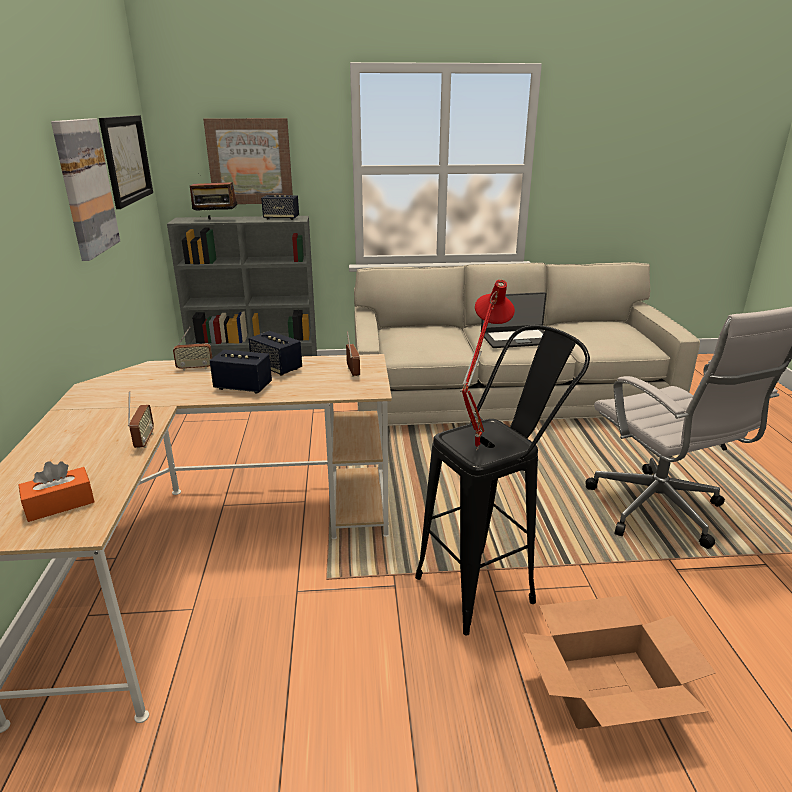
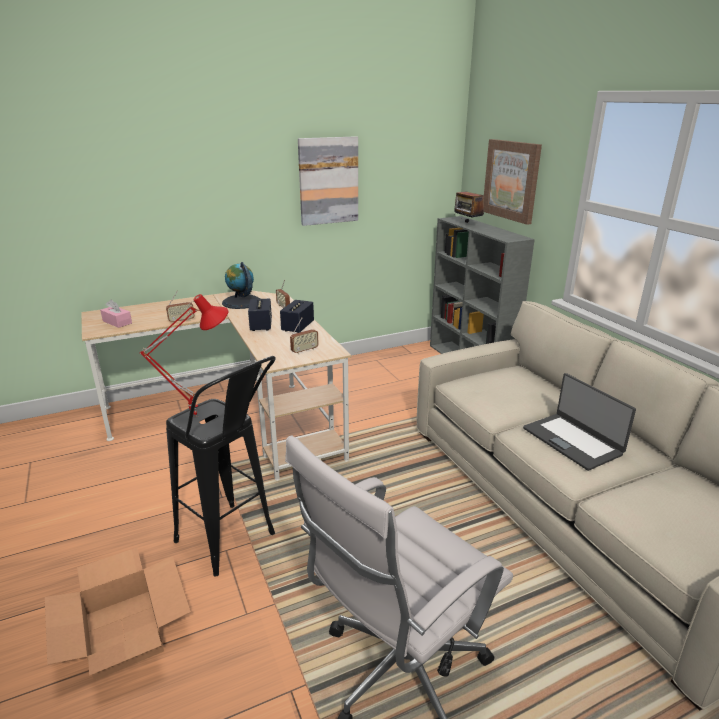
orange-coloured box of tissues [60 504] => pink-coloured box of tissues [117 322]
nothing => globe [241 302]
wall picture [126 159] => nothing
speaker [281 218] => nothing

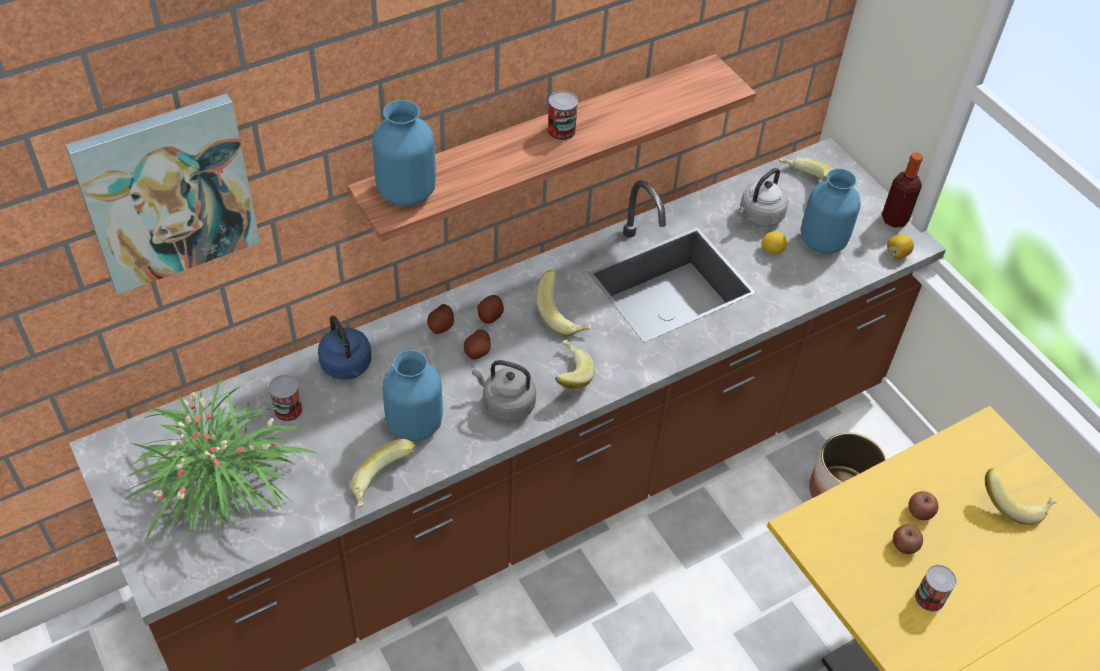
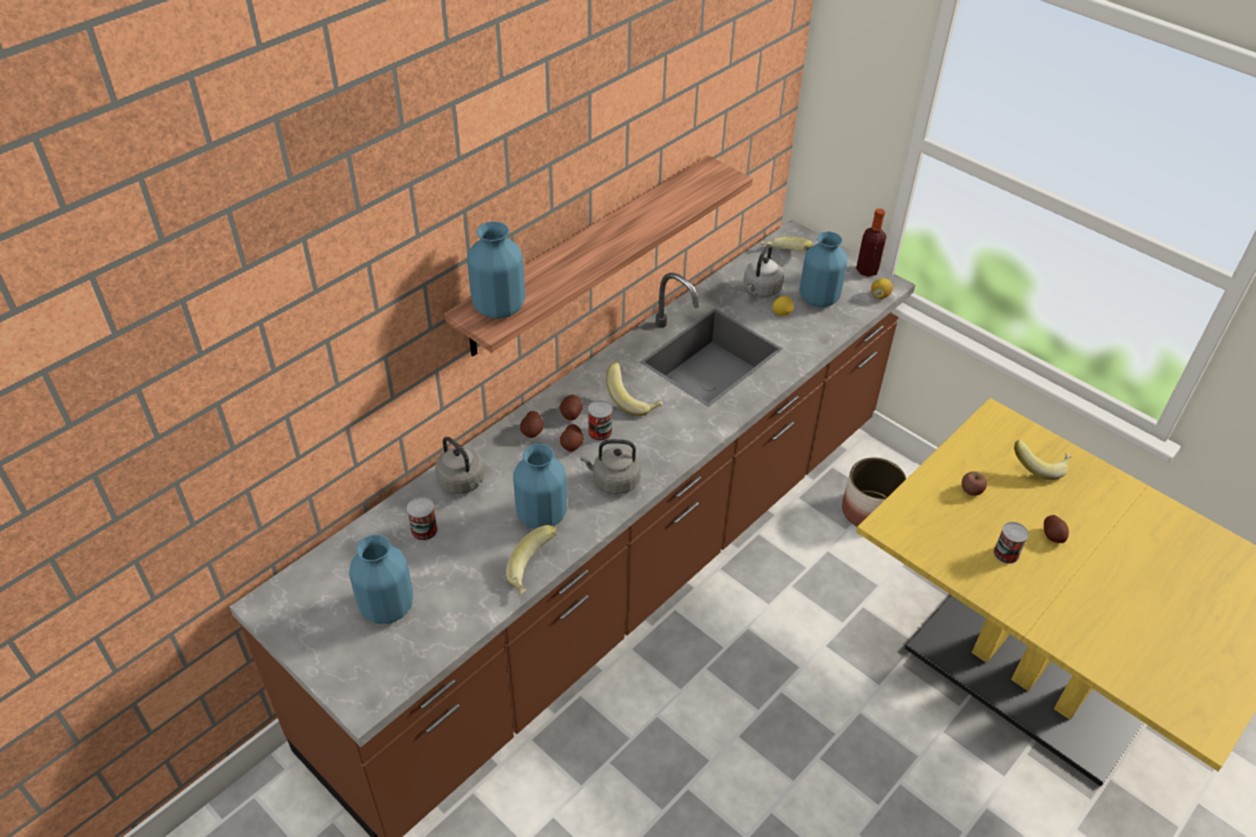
potted plant [221 484] => bluish decorative vase [387 606]
bluish tea kettle [347 367] => greyish tea kettle [463 482]
can [561 131] => can [600 432], shifted
nothing => potato [1053 535]
wall picture [167 193] => nothing
banana [567 375] => nothing
apple [904 545] => nothing

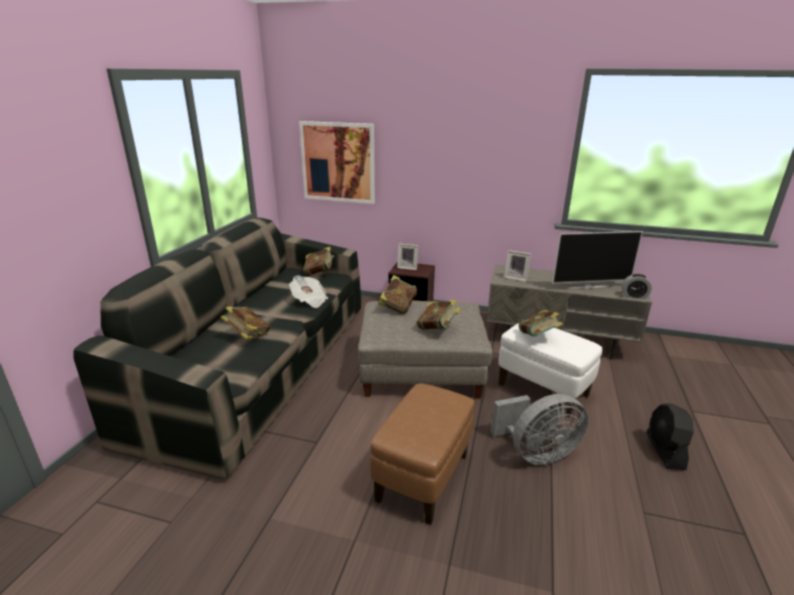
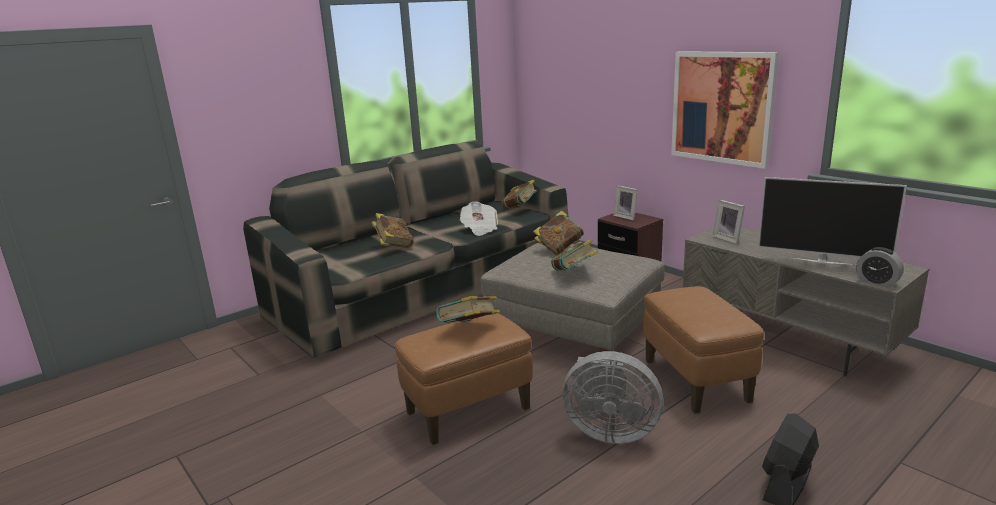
book [538 337] => book [469 330], shifted
whitish pouffe [543 390] => brownish pouffe [696 381]
wall picture [338 162] => wall picture [721 107], shifted

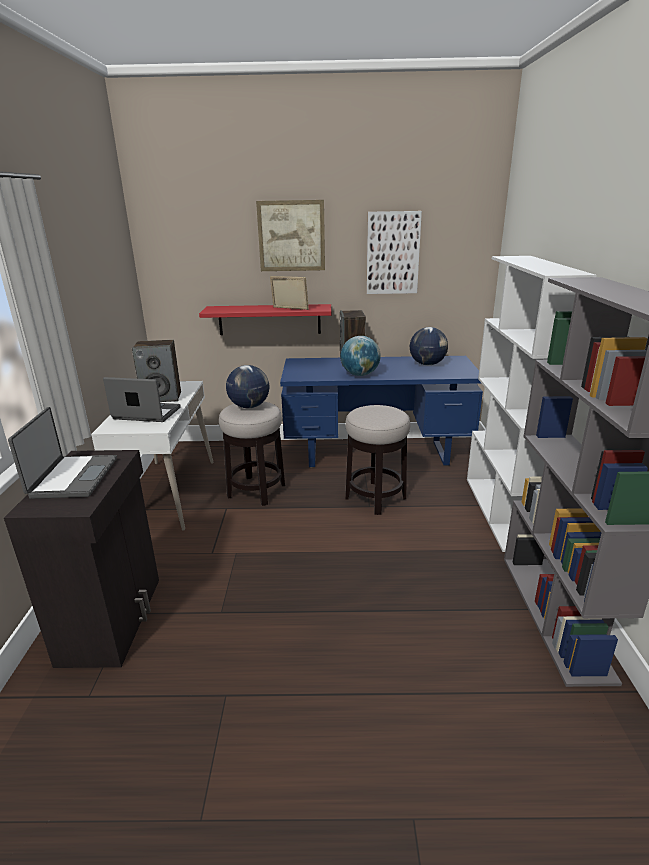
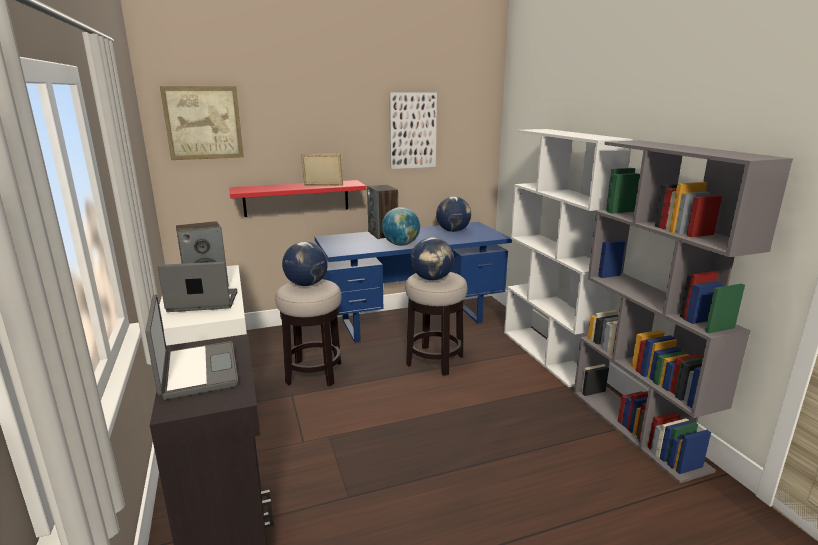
wall picture [291 236] => wall picture [203 123], shifted
nothing => globe [432 279]

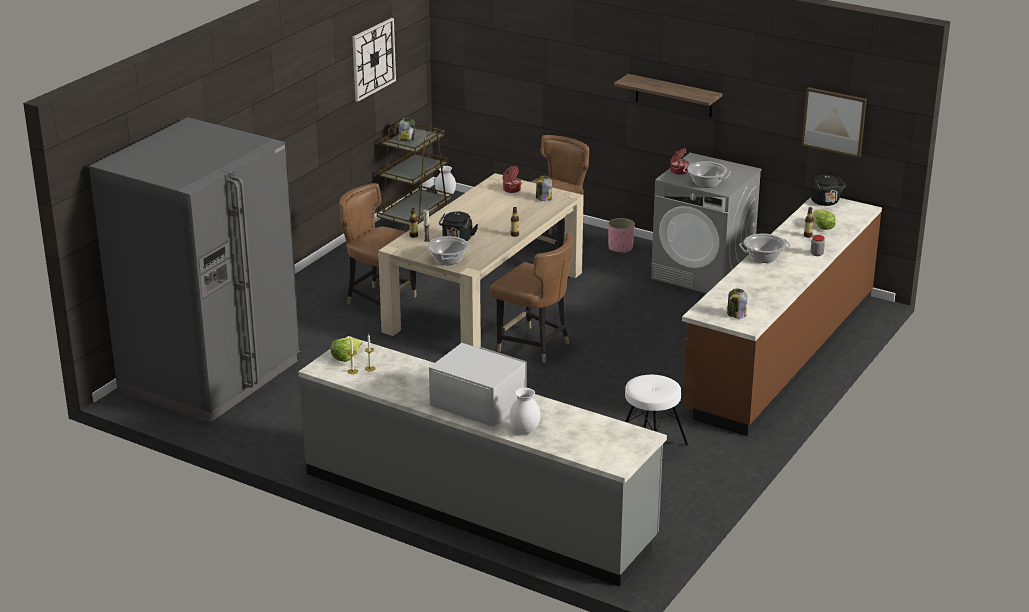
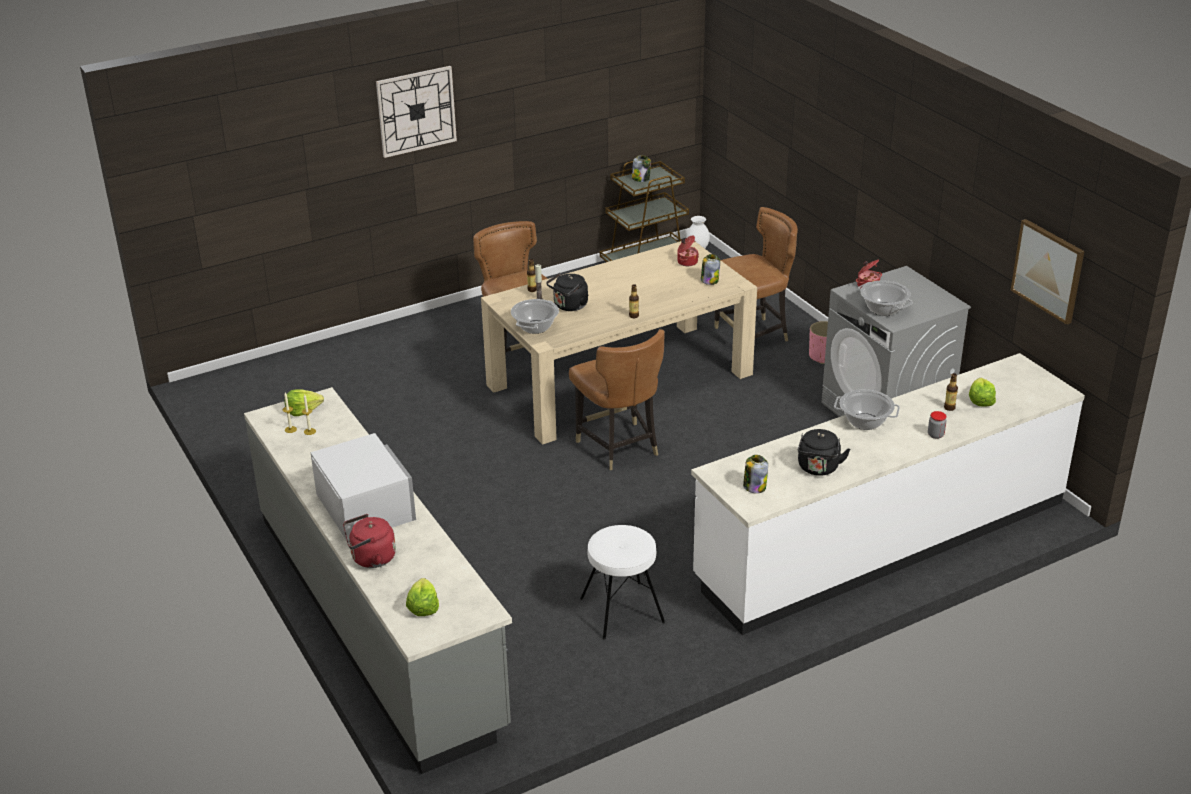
whitish decorative vase [524 431] => red tea kettle [370 558]
clock on the wall [373 59] => clock on the wall [416 111], shifted
nothing => lettuce head [423 607]
brownish kitchen counter [780 353] => whitish kitchen counter [881 540]
blackish tea kettle [826 202] => blackish tea kettle [818 468], shifted
greyish fridge [210 377] => nothing
wall shelf [674 96] => nothing

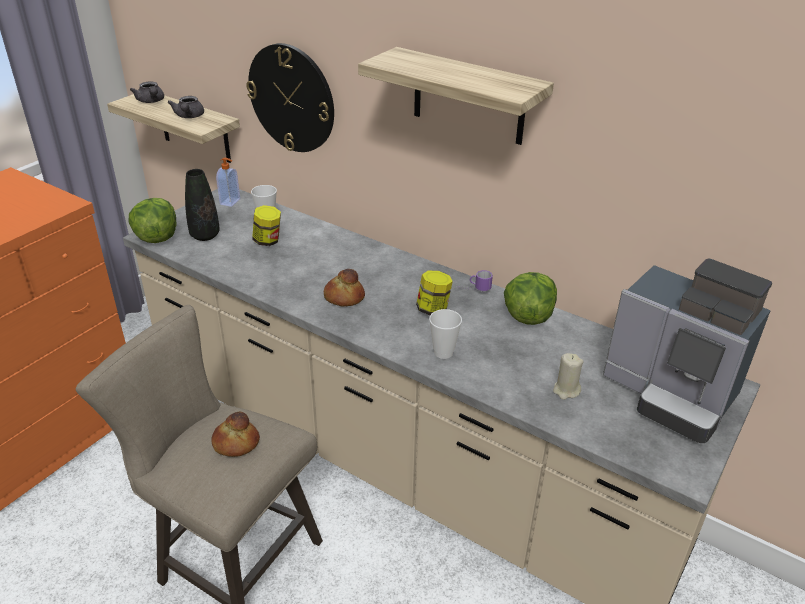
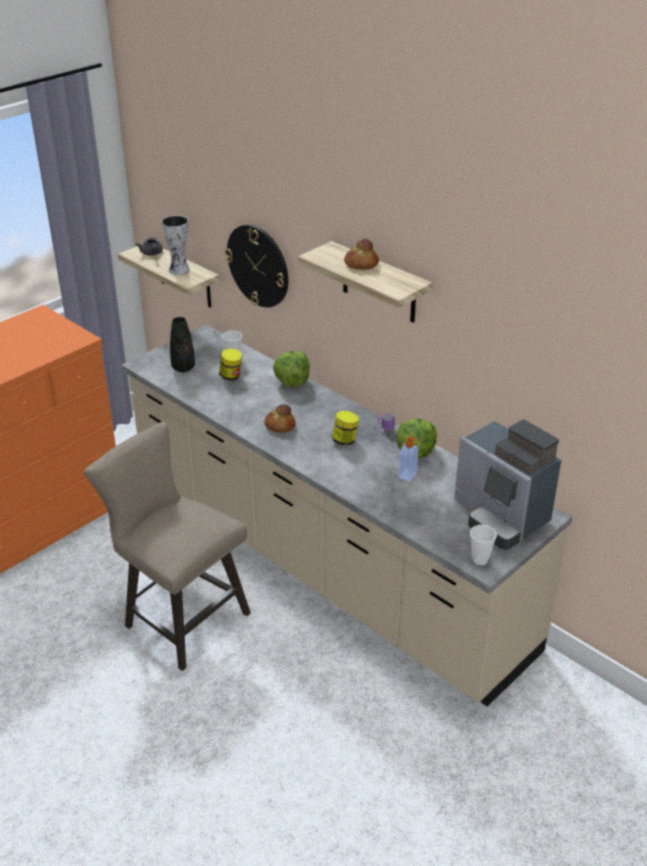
greyish pot for tea [189 116] => decorative vase [180 270]
lettuce head [157 237] => lettuce head [292 382], shifted
bread [235 443] => bread [361 264], shifted
soap dispenser [230 202] => soap dispenser [408 475], shifted
drinking cup [443 352] => drinking cup [480 559], shifted
beige candle [566 390] => nothing

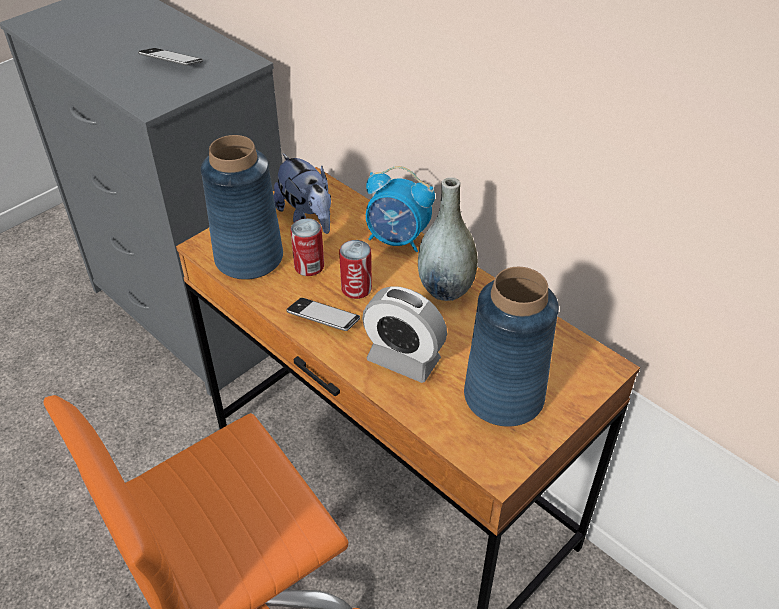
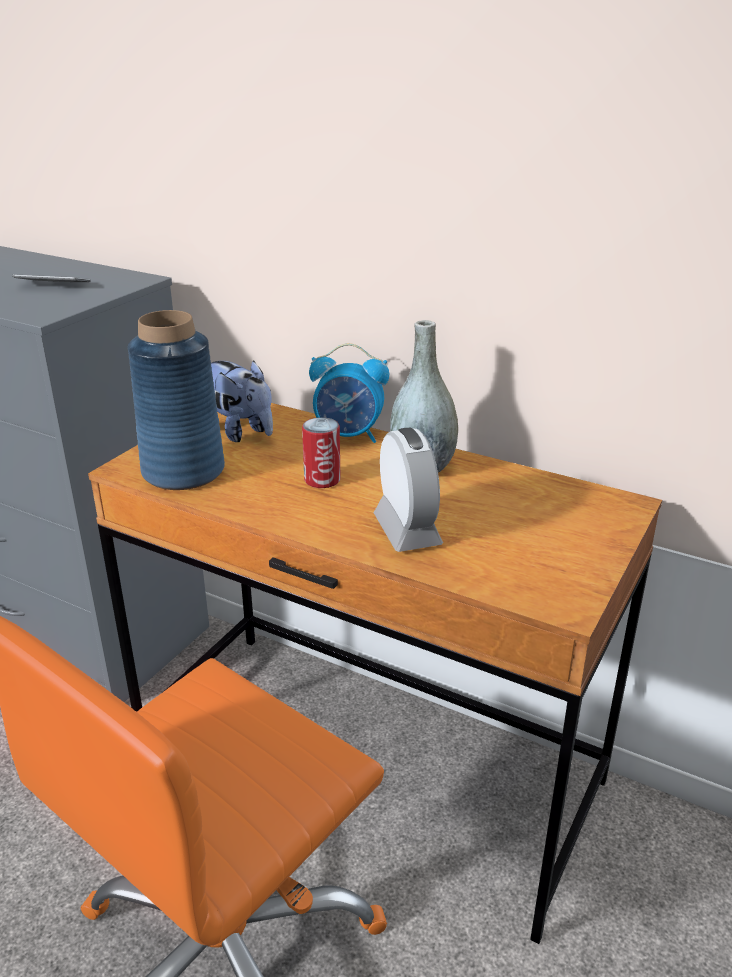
bedside clock [403 359] => bedside clock [407 530], 120 degrees counterclockwise
phone [323 318] => nothing
can [309 266] => nothing
bluish decorative vase [504 397] => nothing

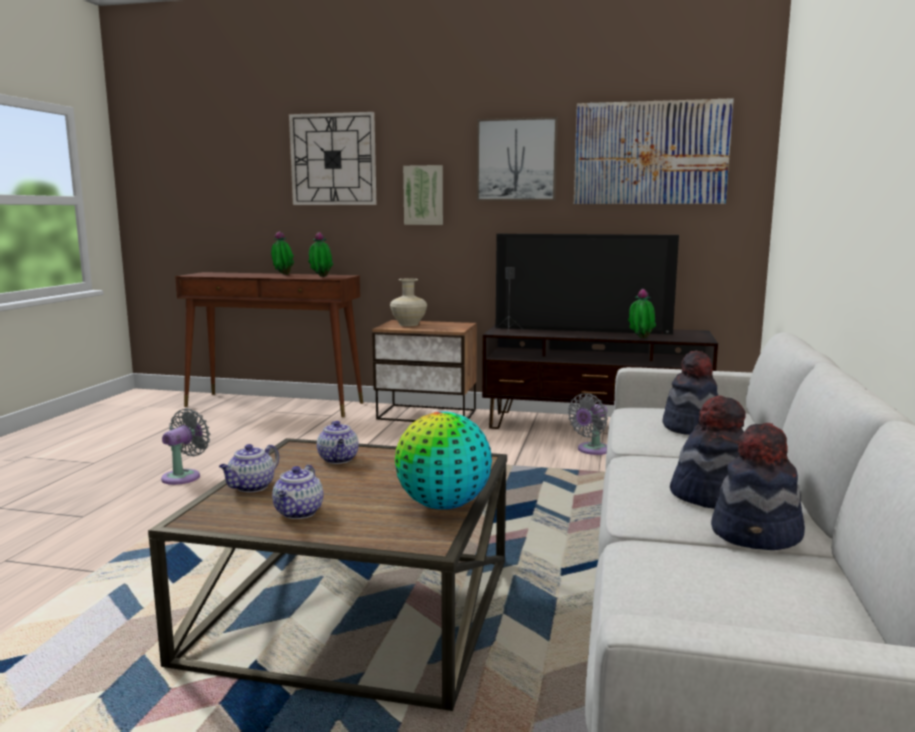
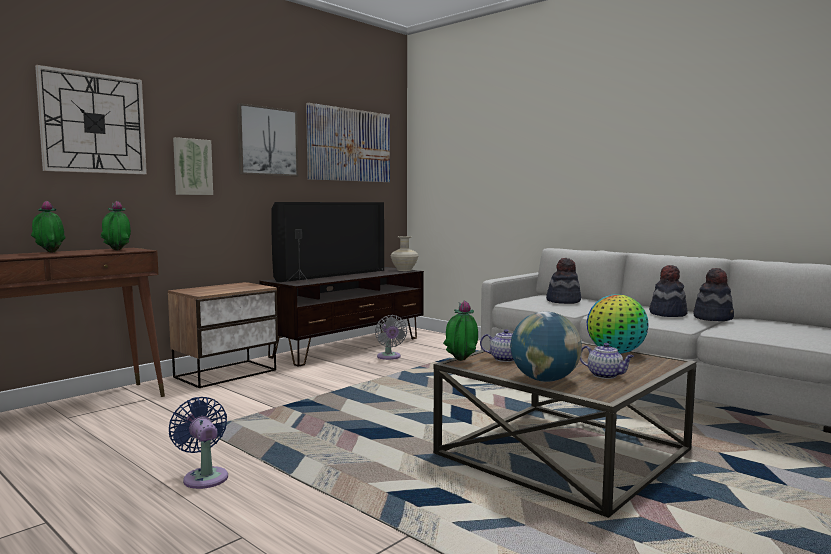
greyish electric fan [184 476] => bluish electric fan [204 476]
beige decorative vase [409 324] => beige decorative vase [404 270], shifted
potted plant [640 338] => potted plant [461 361], shifted
pot for tea [251 487] => globe [544 380]

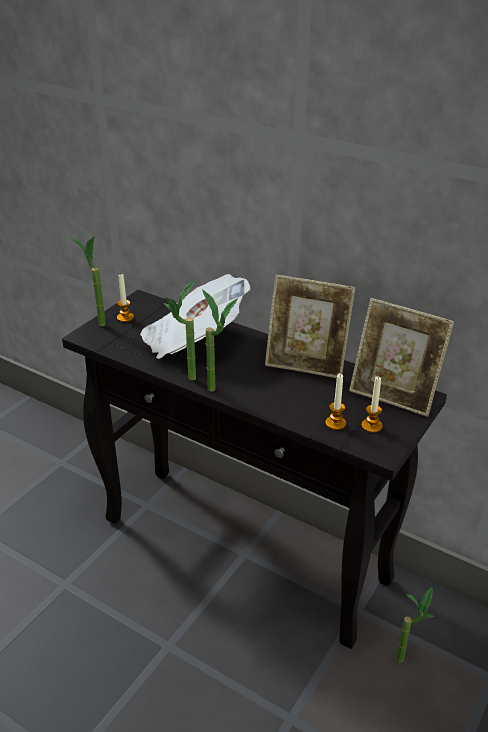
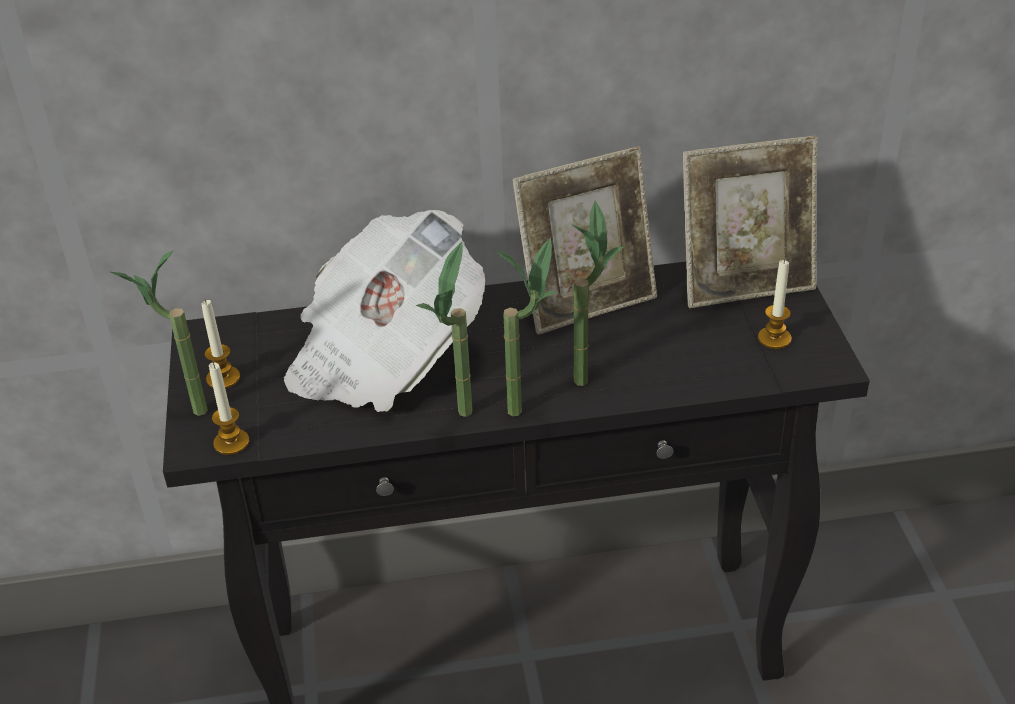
candle [335 423] => candle [231 443], shifted
potted plant [406 657] => potted plant [588 372], shifted

